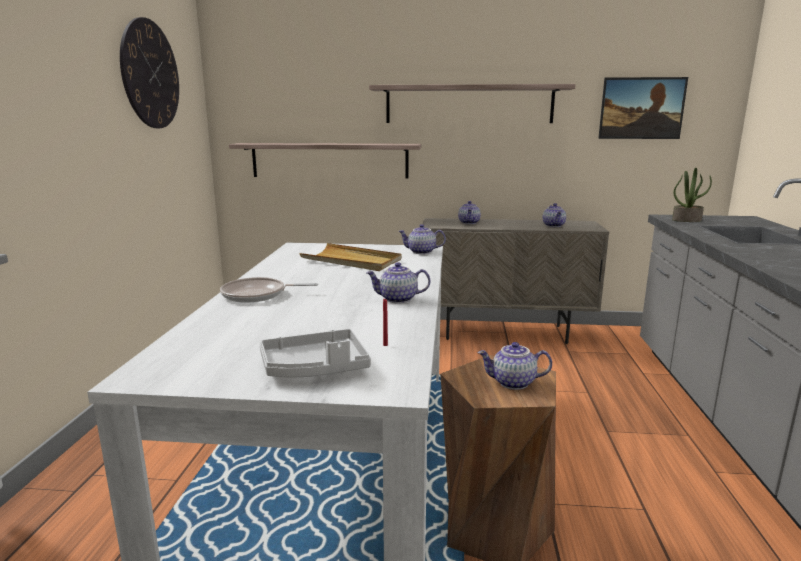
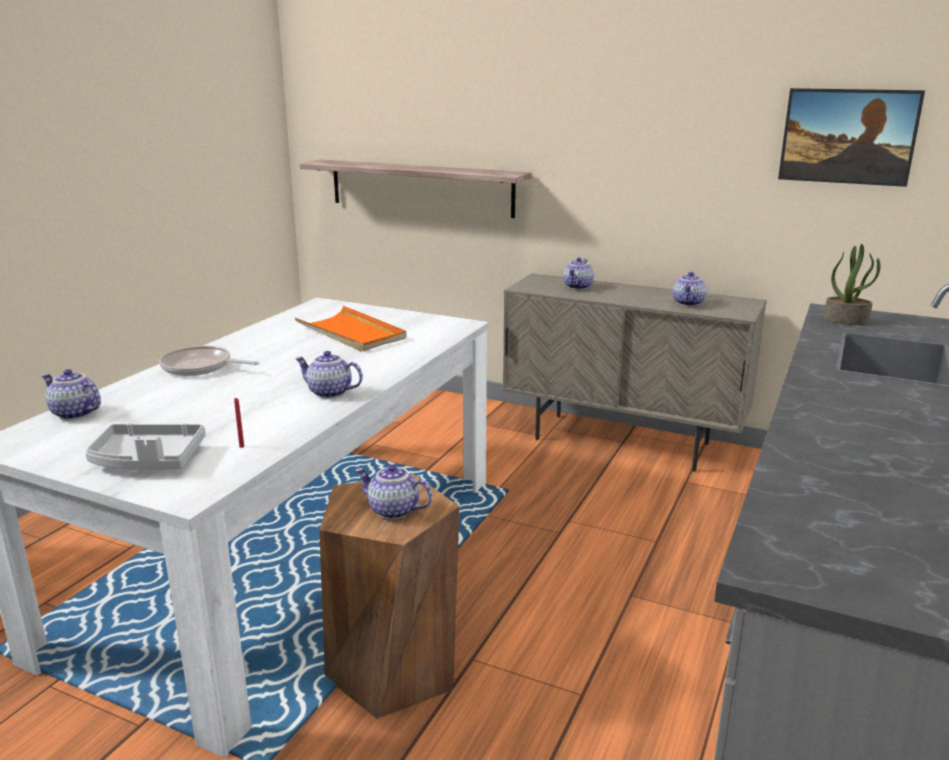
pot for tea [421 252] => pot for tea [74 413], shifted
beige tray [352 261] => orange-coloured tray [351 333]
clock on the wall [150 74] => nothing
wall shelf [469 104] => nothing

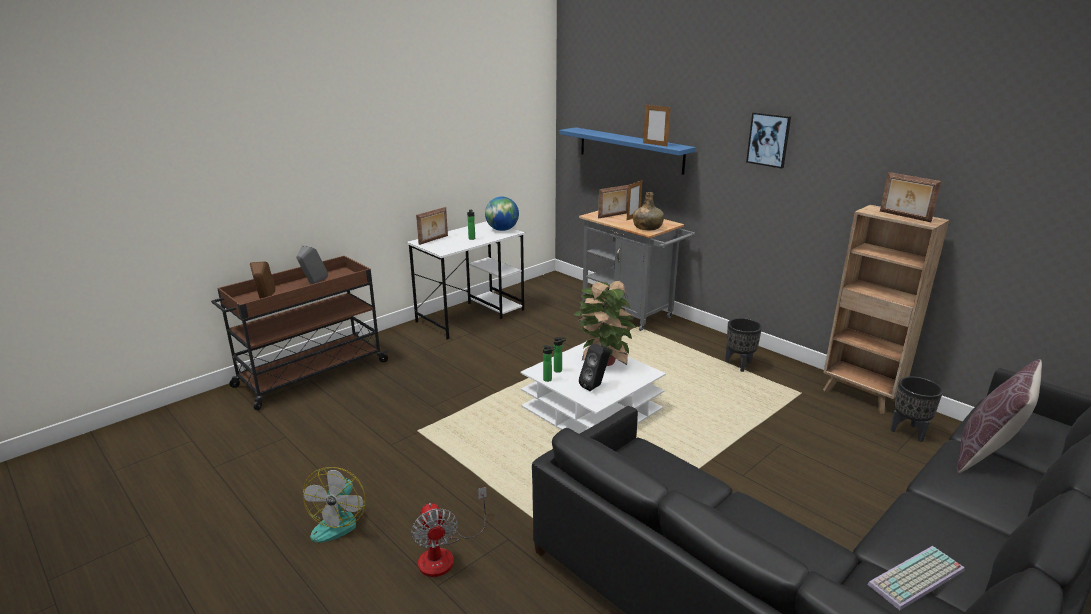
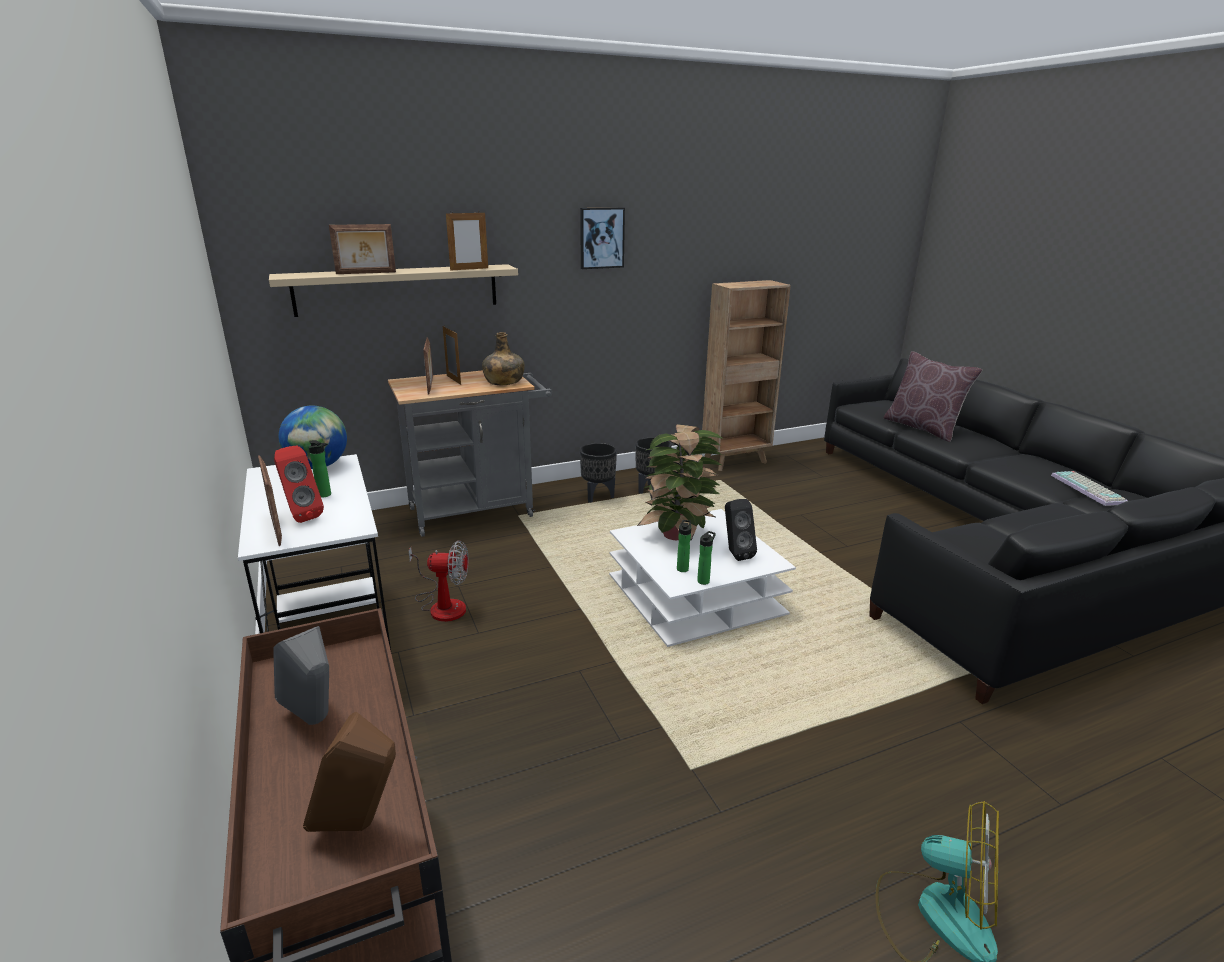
bluish wall shelf [630 150] => beige wall shelf [398 289]
nothing => red speaker [300 516]
picture frame [904 216] => picture frame [366 273], shifted
electric fan [445 554] => electric fan [442 604], shifted
blackish flower pot [908 432] => blackish flower pot [598 496], shifted

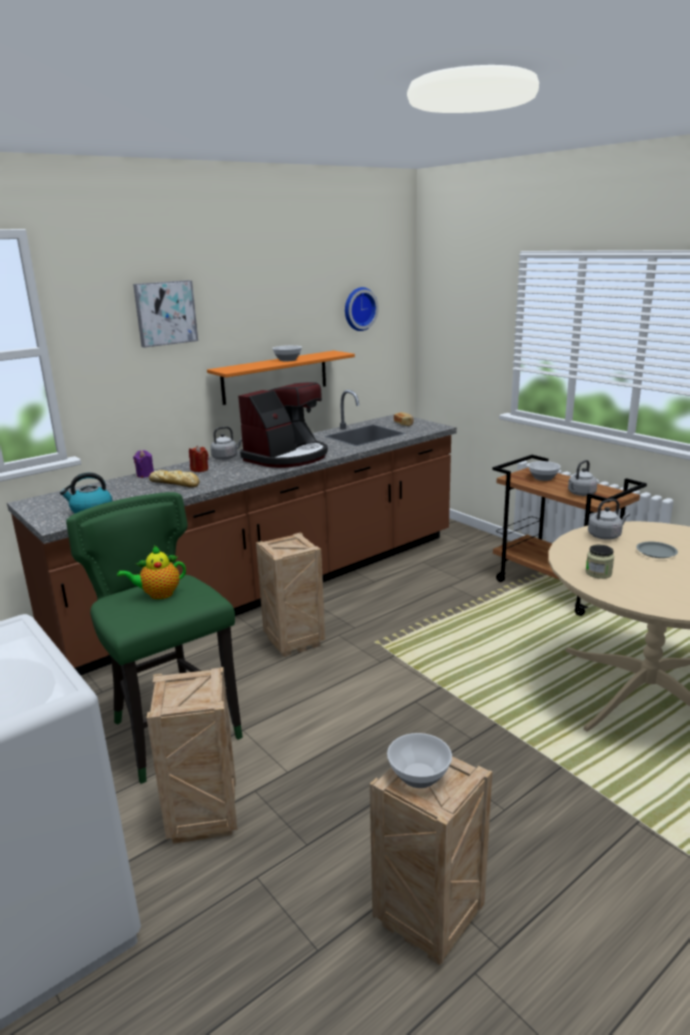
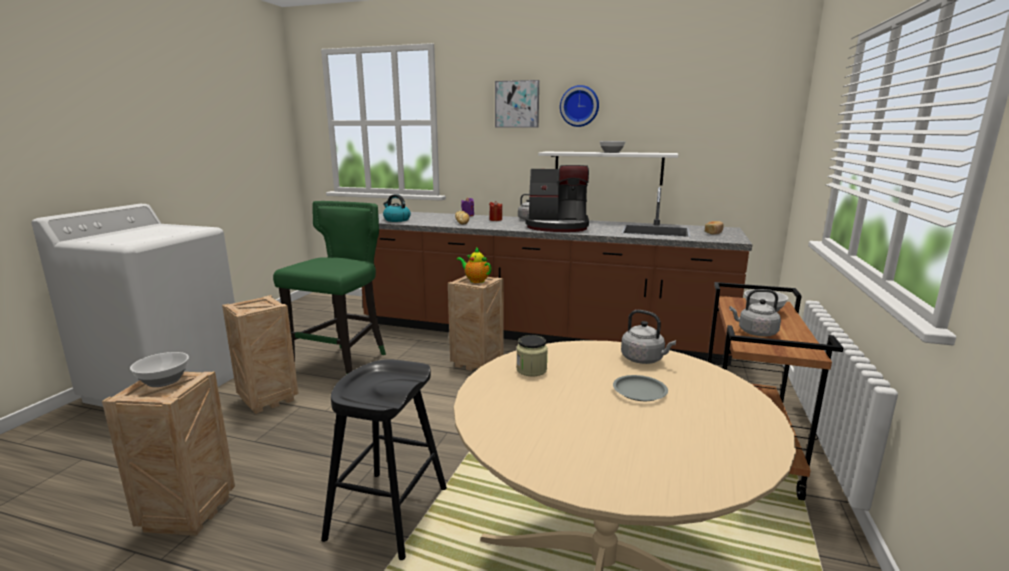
nothing => blackish stool seat [388 513]
pot for tea [158 594] => pot for tea [475 280], shifted
orange-coloured wall shelf [275 377] => whitish wall shelf [608 168]
clock on the wall [359 309] => clock on the wall [579 106], shifted

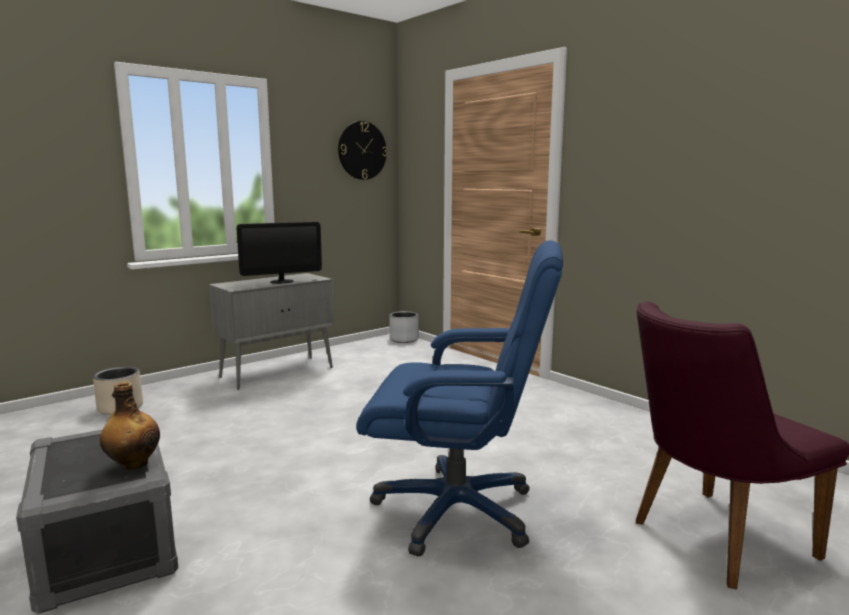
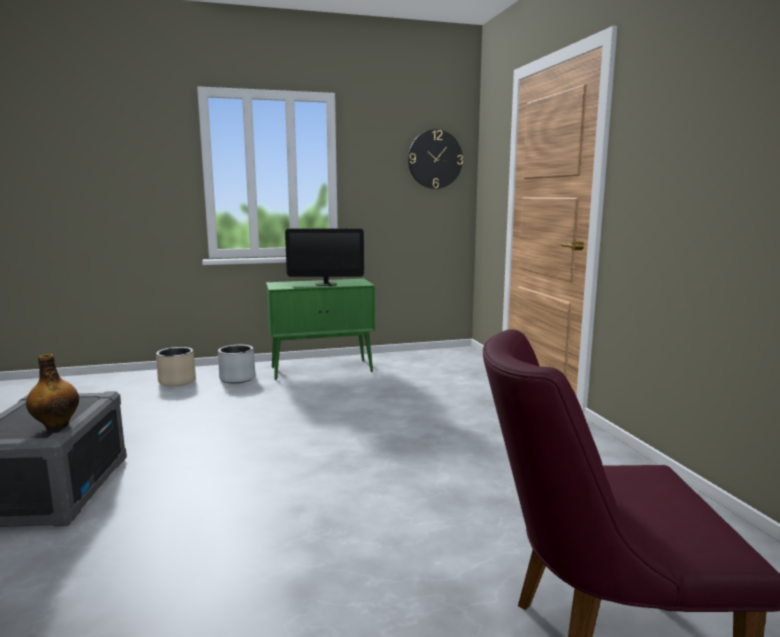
greyish flower pot [404 339] => greyish flower pot [237 378], shifted
greyish cabinet [278 372] => green cabinet [322 369]
bluish desk chair [457 510] => nothing

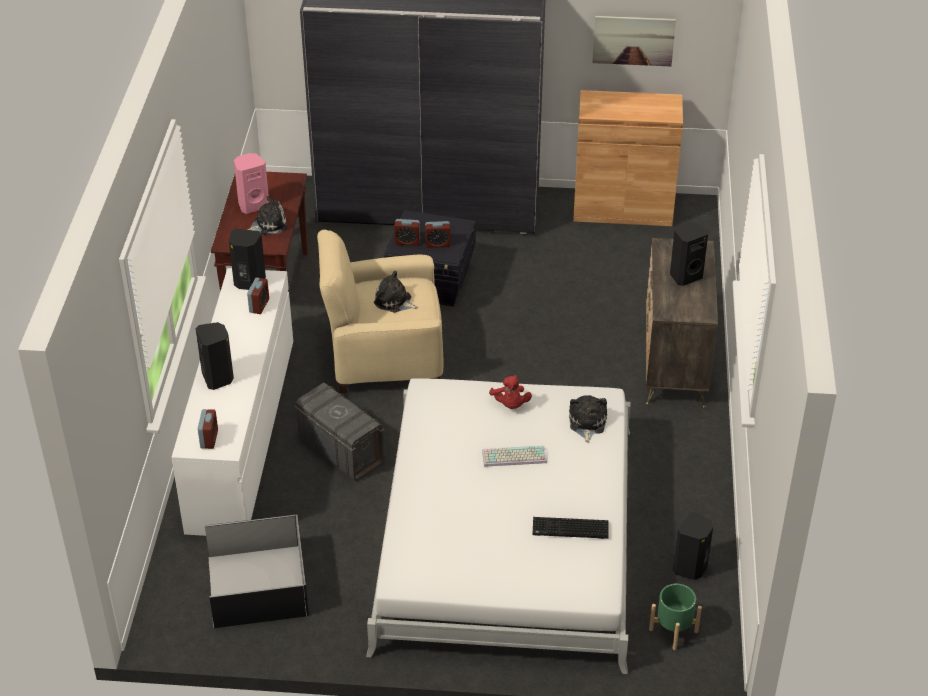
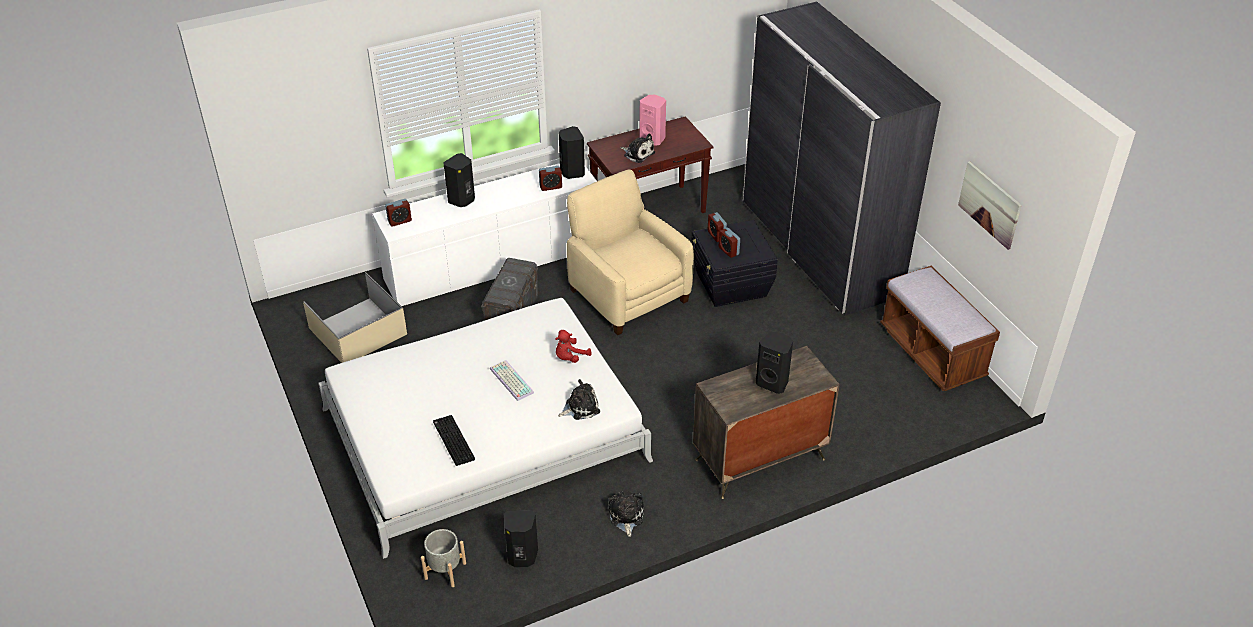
blackish storage bin [257 584] => beige storage bin [359 330]
green flower pot [673 630] => greyish flower pot [445 571]
soft toy [394 302] => soft toy [626 517], shifted
brownish cabinet [623 209] => brownish bench [932 353]

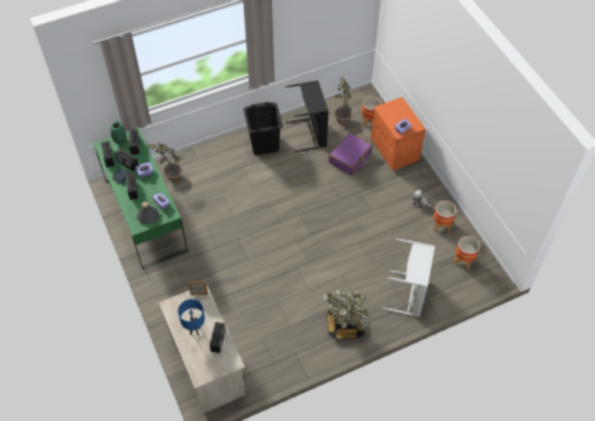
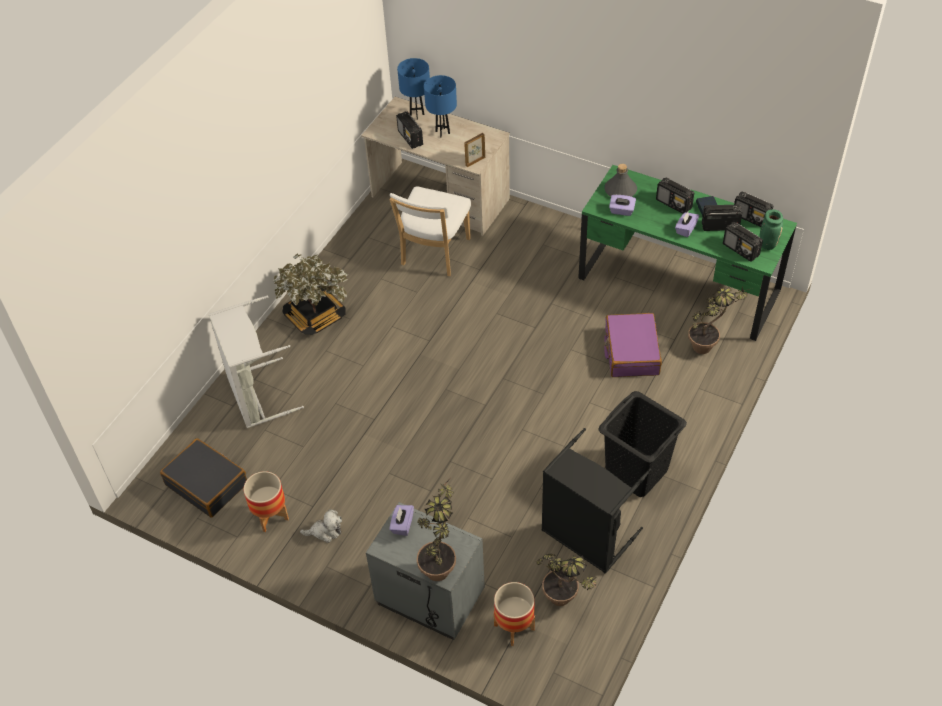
flower pot [463 261] => blackish travel case [207 484]
orange-coloured bedside table [395 150] => greyish bedside table [429 598]
nothing => whitish chair [433 254]
nothing => bluish tabletop lamp [416 114]
nothing => potted plant [440 563]
purplish travel case [350 158] => purplish travel case [631 352], shifted

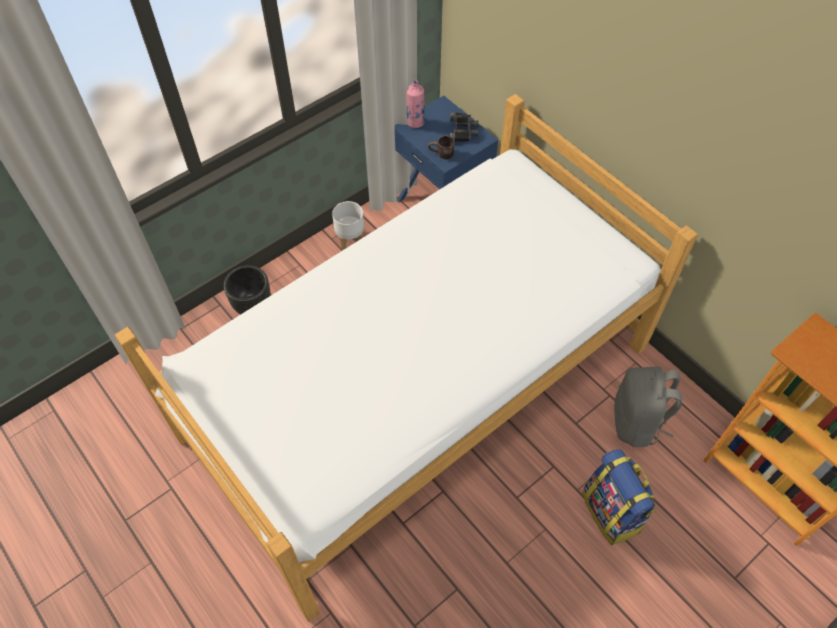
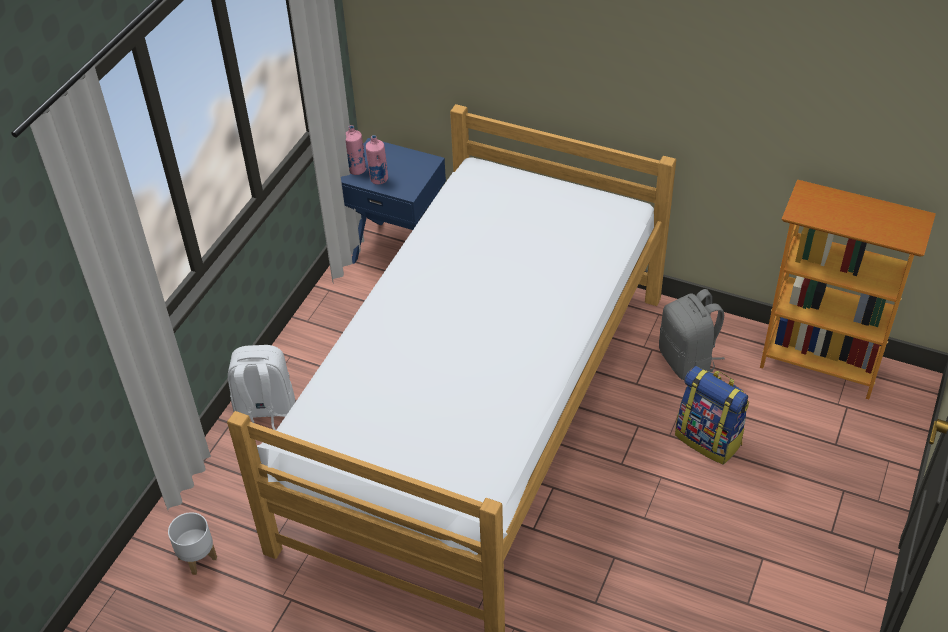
whitish flower pot [351 239] => whitish flower pot [198 557], shifted
blackish flower pot [252 305] => whitish rucksack [264 411]
nothing => pink-coloured drink bottle [378 179]
brownish coffee mug [441 155] => nothing
blackish field glasses [463 130] => nothing

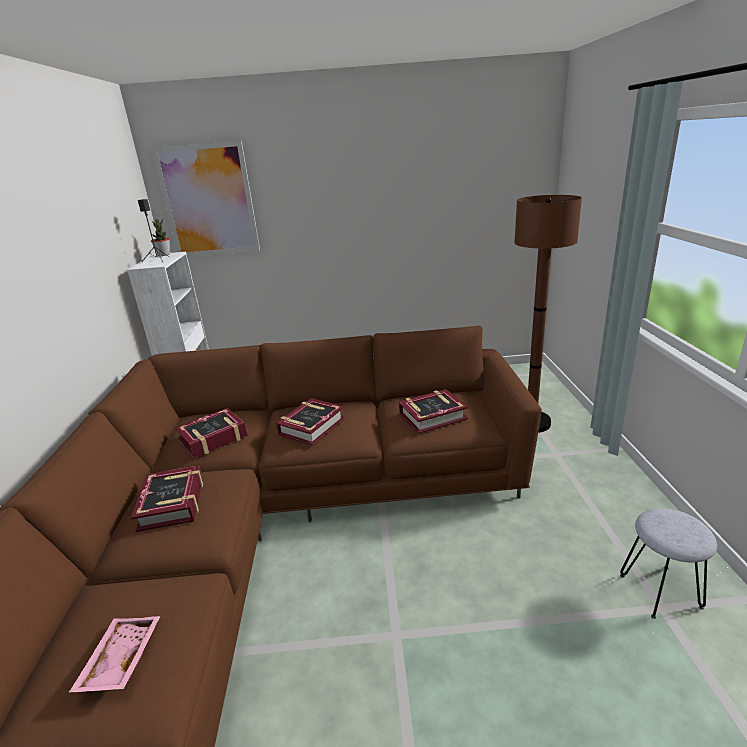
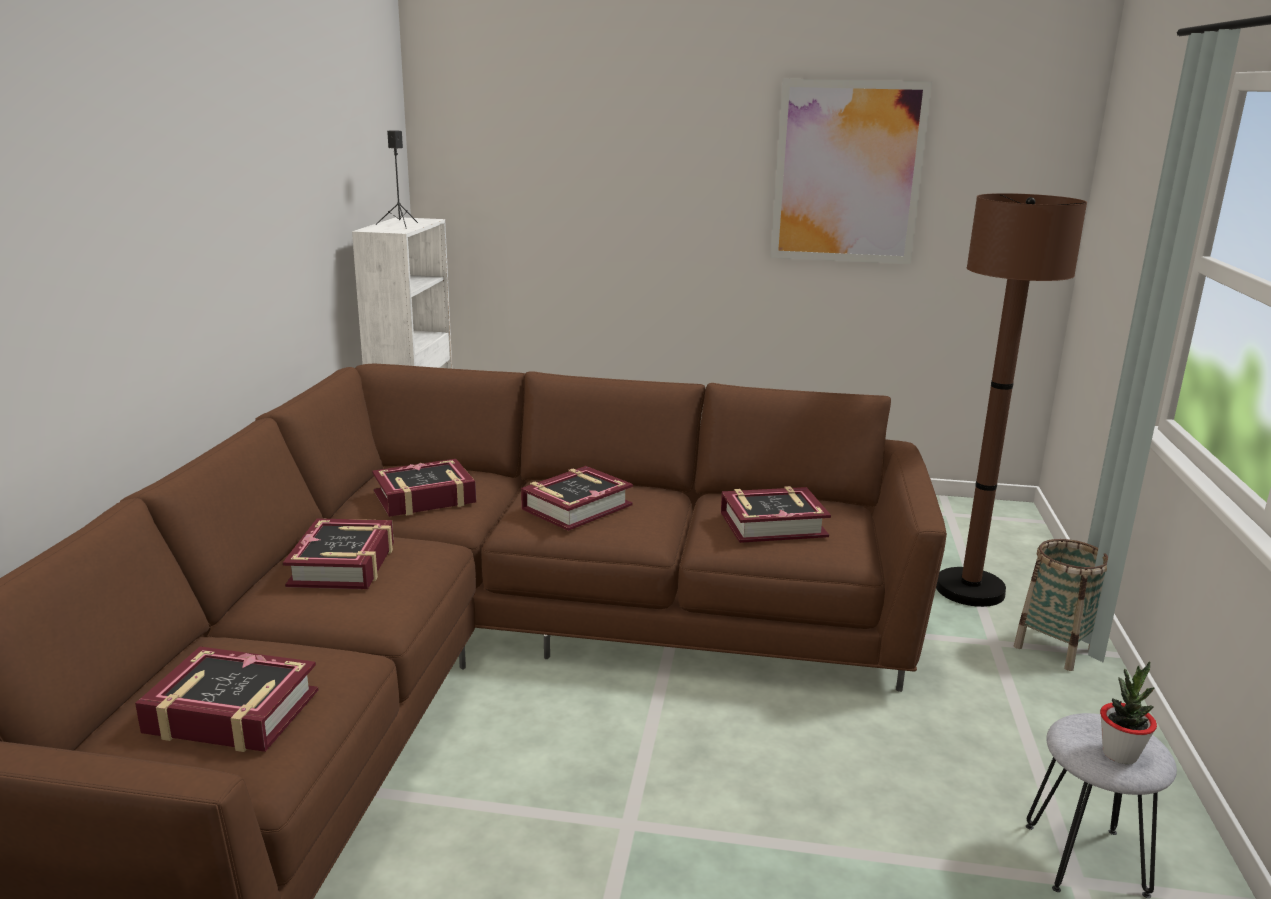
pink-coloured tray [120 659] => book [231 712]
wall picture [209 201] => wall picture [847 172], shifted
nothing => basket [1055 648]
potted plant [164 255] => potted plant [1119 754], shifted

